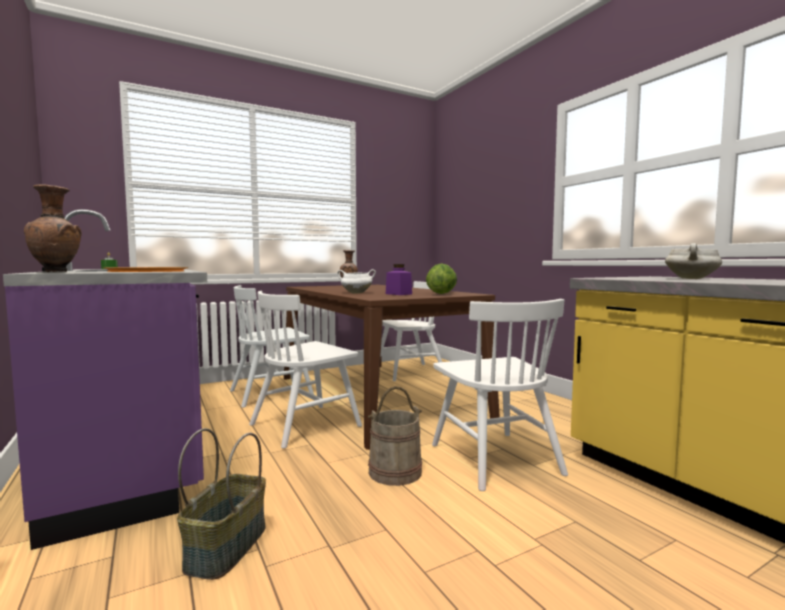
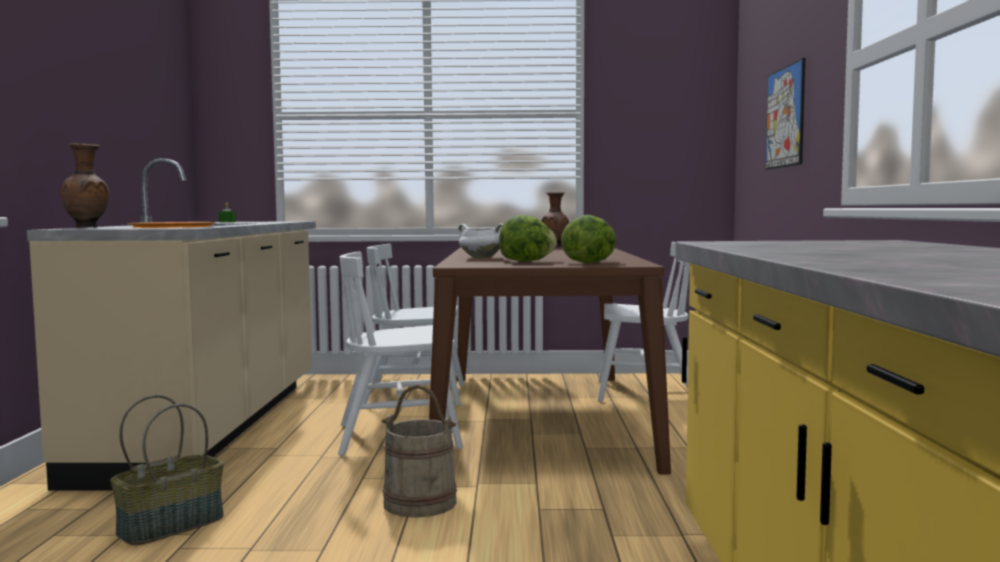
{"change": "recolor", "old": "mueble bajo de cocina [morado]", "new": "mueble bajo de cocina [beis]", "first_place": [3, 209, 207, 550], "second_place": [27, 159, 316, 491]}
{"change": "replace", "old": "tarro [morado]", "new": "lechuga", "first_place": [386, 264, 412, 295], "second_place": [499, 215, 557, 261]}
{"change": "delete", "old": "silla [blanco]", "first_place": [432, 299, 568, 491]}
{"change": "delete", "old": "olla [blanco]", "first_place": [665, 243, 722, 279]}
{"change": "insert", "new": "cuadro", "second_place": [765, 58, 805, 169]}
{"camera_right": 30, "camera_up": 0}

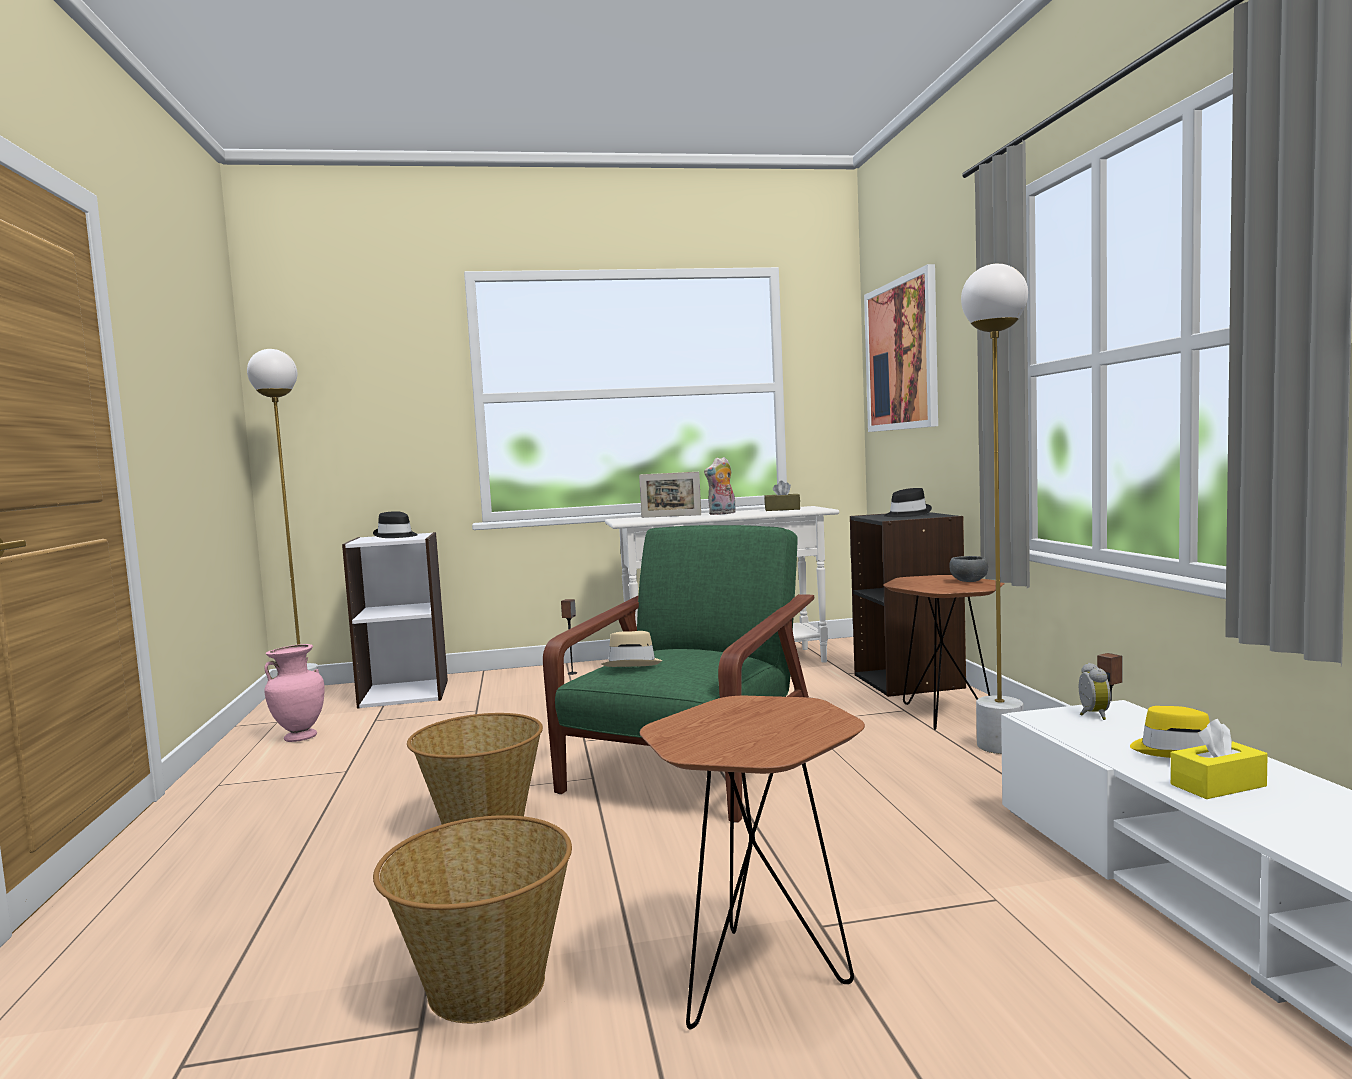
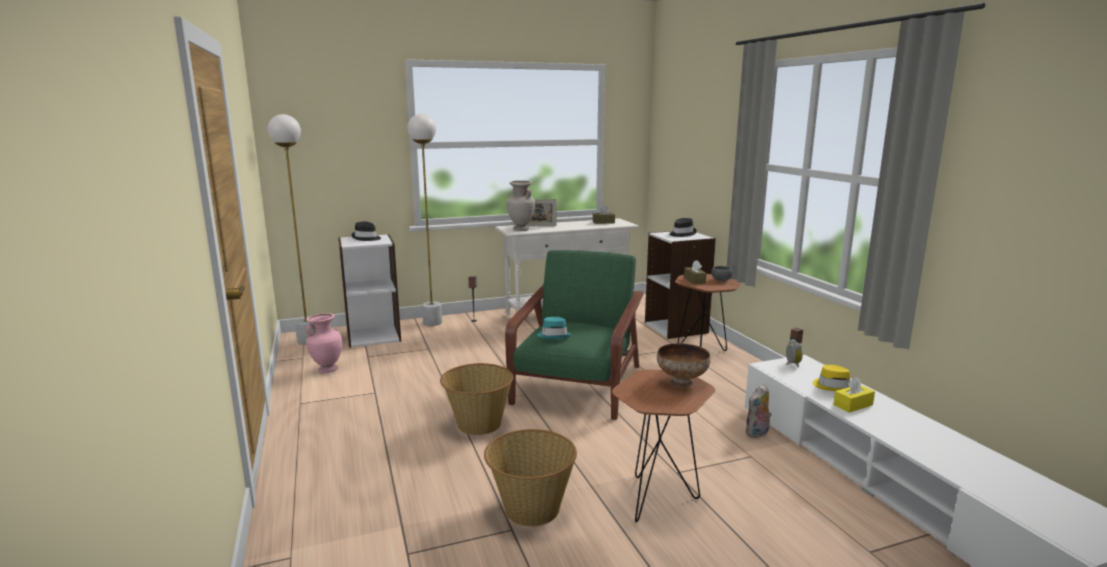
{"change": "recolor", "old": "sombrero [beis]", "new": "sombrero [turquesa]", "first_place": [601, 631, 662, 667], "second_place": [537, 317, 571, 339]}
{"change": "move", "old": "peluche", "first_place": [704, 457, 736, 515], "second_place": [745, 384, 772, 438]}
{"change": "recolor", "old": "estantería [negro]", "new": "estantería [blanco]", "first_place": [850, 512, 966, 697], "second_place": [645, 231, 716, 339]}
{"change": "delete", "old": "cuadro", "first_place": [864, 264, 938, 432]}
{"change": "move", "old": "lámpara de pie [blanco]", "first_place": [961, 264, 1028, 754], "second_place": [408, 114, 442, 326]}
{"change": "insert", "new": "florero [beis]", "second_place": [506, 181, 535, 231]}
{"change": "insert", "new": "cuenco", "second_place": [657, 343, 710, 387]}
{"change": "insert", "new": "caja de pañuelos [marrón]", "second_place": [684, 260, 706, 284]}
{"camera_right": -10, "camera_up": 10}

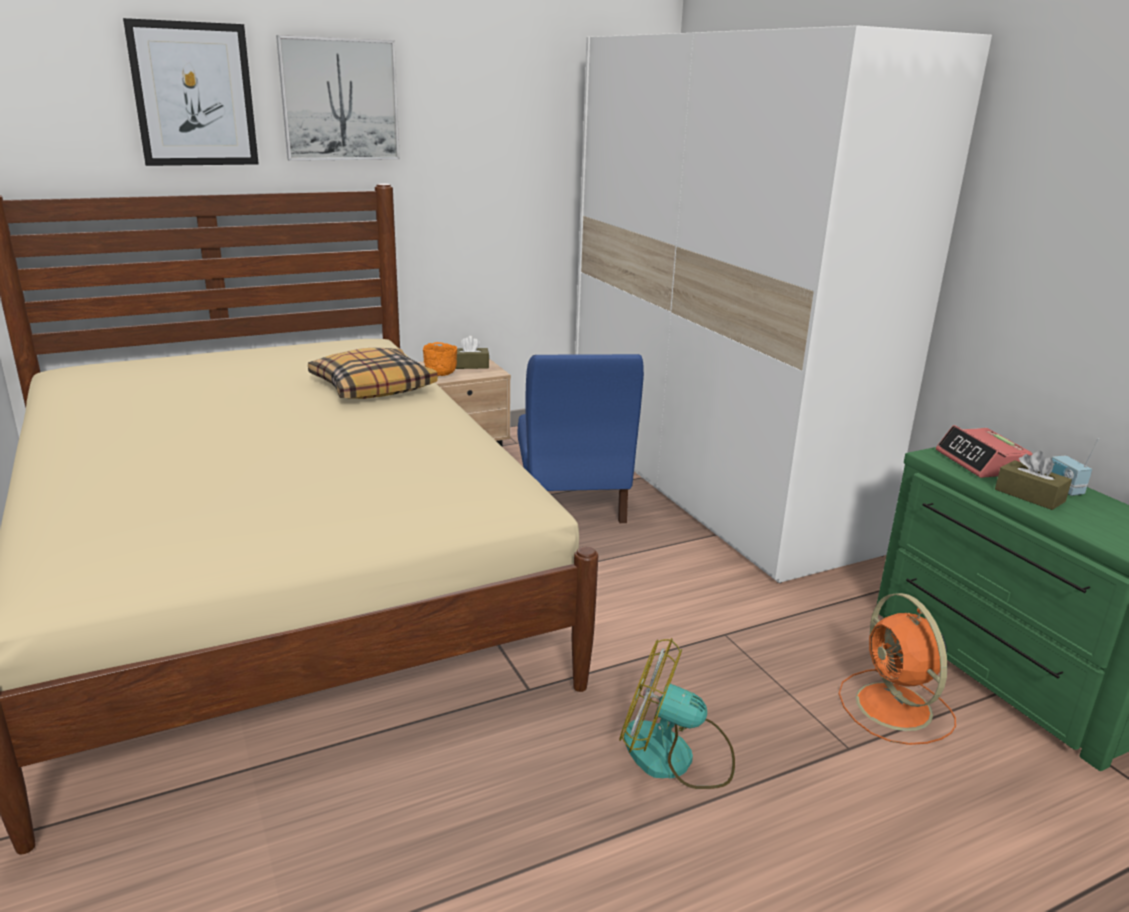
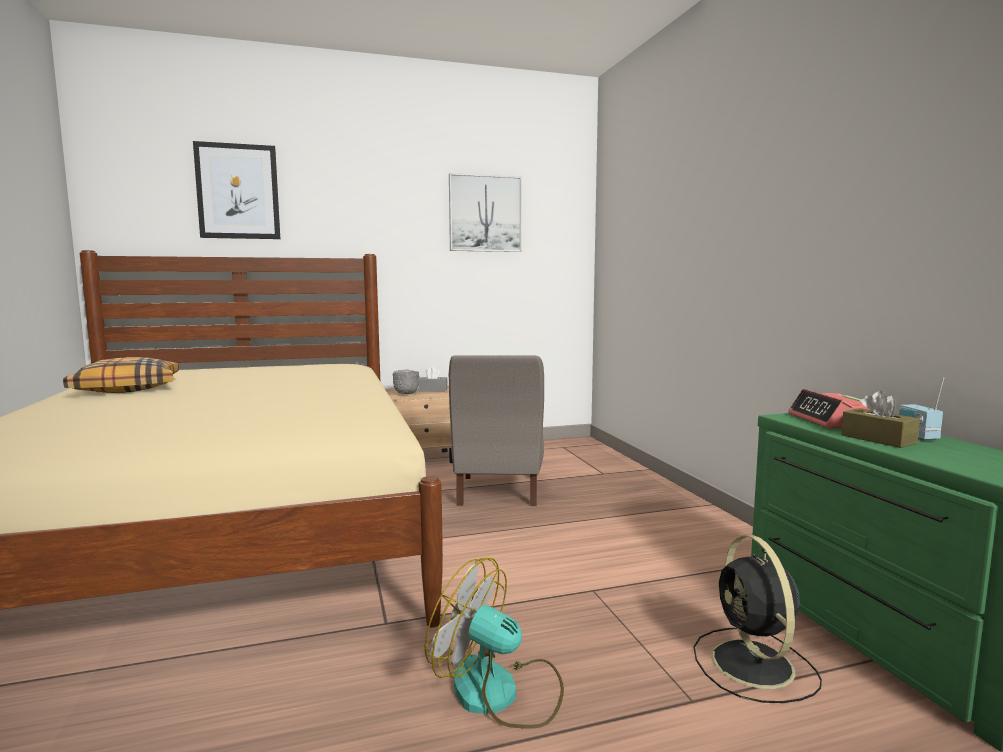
{"change": "move", "old": "cuadro", "first_place": [276, 35, 400, 161], "second_place": [449, 173, 522, 252]}
{"change": "move", "old": "cojín", "first_place": [308, 348, 438, 399], "second_place": [63, 357, 179, 393]}
{"change": "recolor", "old": "cuenco [naranja]", "new": "cuenco [gris]", "first_place": [423, 342, 457, 376], "second_place": [393, 369, 420, 394]}
{"change": "recolor", "old": "caja de pañuelos [marrón]", "new": "caja de pañuelos [gris]", "first_place": [456, 336, 489, 369], "second_place": [418, 367, 448, 391]}
{"change": "recolor", "old": "silla [azul]", "new": "silla [gris]", "first_place": [517, 354, 644, 523], "second_place": [449, 355, 544, 506]}
{"change": "delete", "old": "armario ropero [blanco]", "first_place": [575, 25, 992, 583]}
{"change": "recolor", "old": "ventilador [naranja]", "new": "ventilador [negro]", "first_place": [839, 593, 956, 745], "second_place": [694, 535, 822, 703]}
{"camera_right": 10, "camera_up": -15}

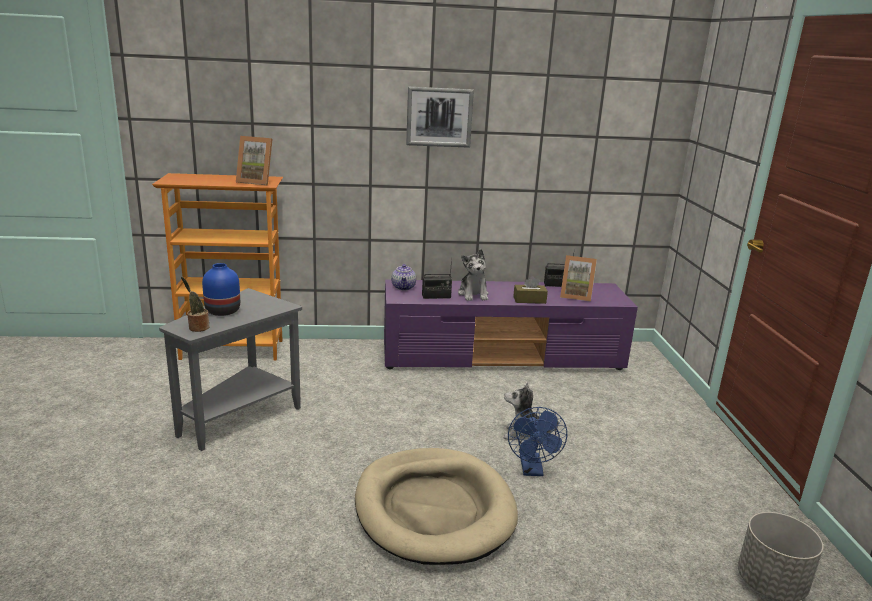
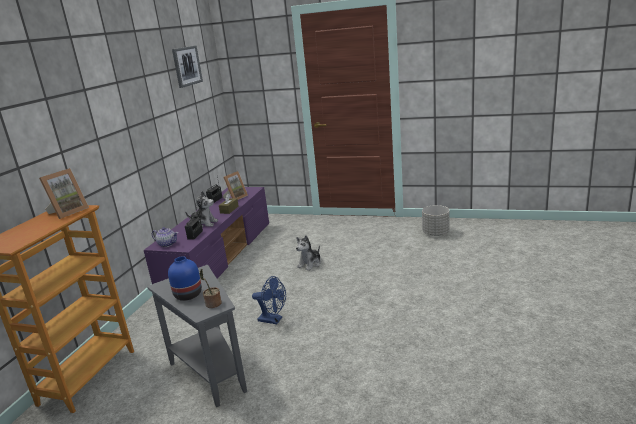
{"change": "delete", "old": "cama para perro [beis]", "first_place": [355, 448, 518, 565]}
{"change": "move", "old": "cuadro", "first_place": [406, 87, 474, 148], "second_place": [172, 45, 203, 88]}
{"change": "move", "old": "ventilador [azul]", "first_place": [508, 407, 567, 476], "second_place": [252, 276, 286, 324]}
{"camera_right": -65, "camera_up": 0}

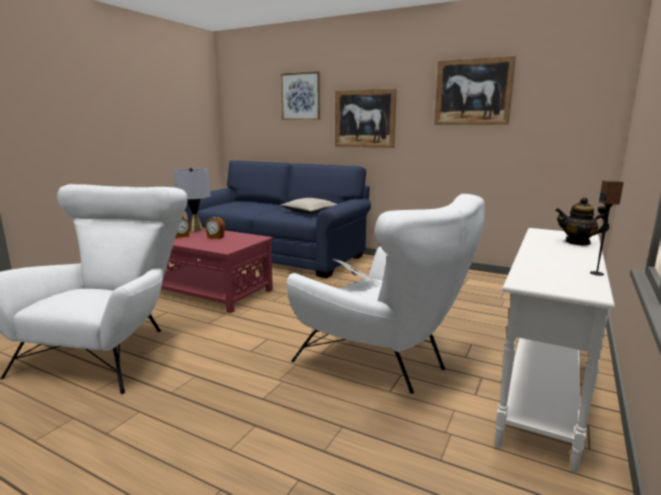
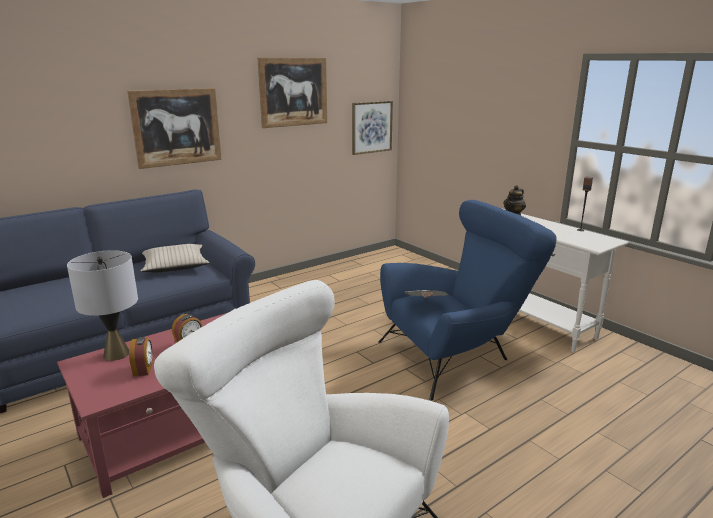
{"change": "move", "old": "cuadro", "first_place": [280, 71, 320, 120], "second_place": [352, 101, 393, 155]}
{"change": "recolor", "old": "sillón [blanco]", "new": "sillón [azul]", "first_place": [287, 194, 485, 394], "second_place": [378, 200, 557, 401]}
{"camera_right": -65, "camera_up": 5}

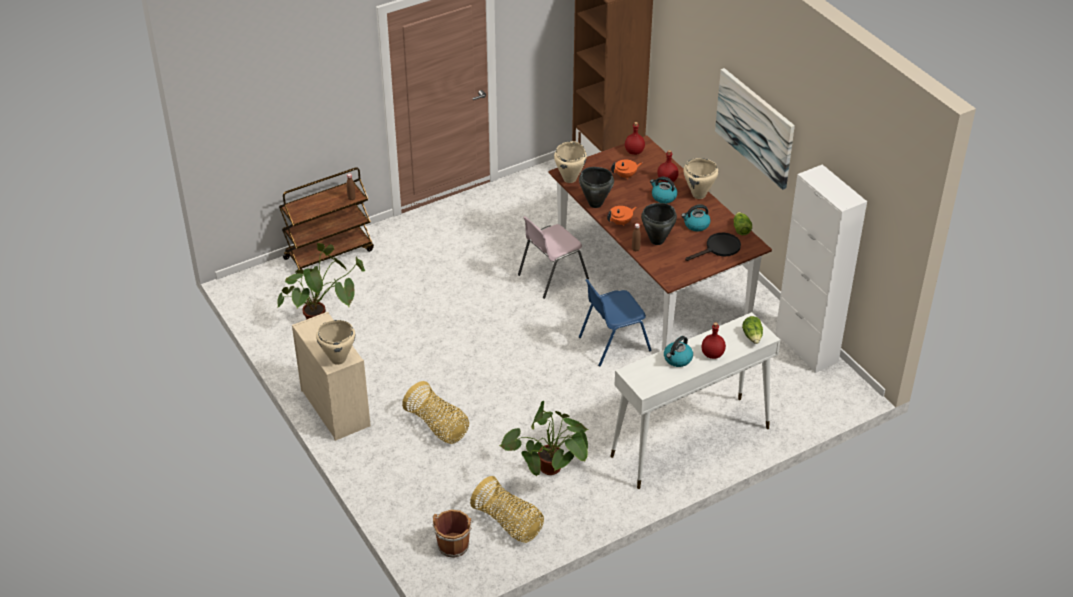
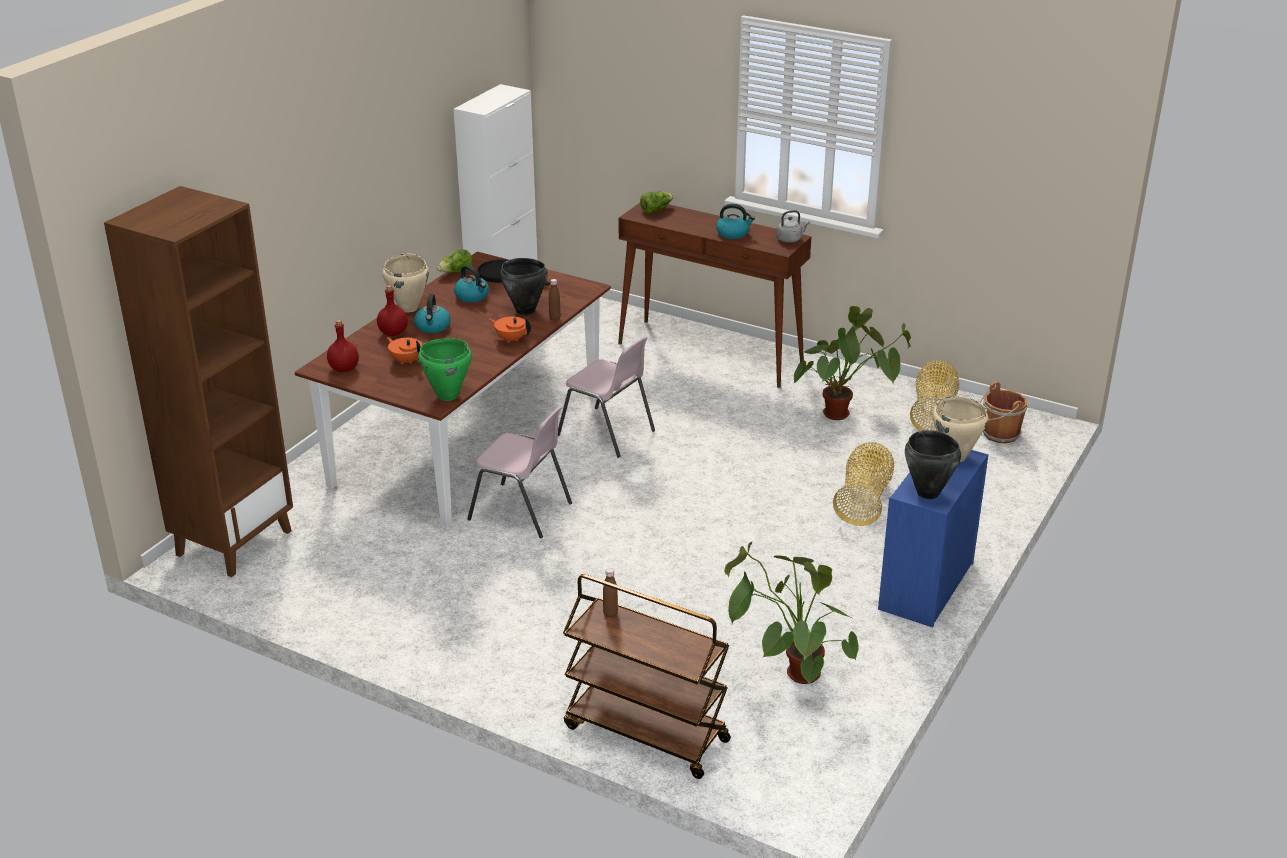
{"change": "recolor", "old": "cómoda [beis]", "new": "cómoda [azul]", "first_place": [292, 312, 371, 441], "second_place": [878, 450, 988, 628]}
{"change": "recolor", "old": "olla [beis]", "new": "olla [verde]", "first_place": [554, 141, 587, 183], "second_place": [418, 338, 472, 401]}
{"change": "move", "old": "olla [negro]", "first_place": [579, 167, 614, 208], "second_place": [905, 430, 961, 499]}
{"change": "recolor", "old": "silla [azul]", "new": "silla [rosa]", "first_place": [579, 279, 652, 367], "second_place": [558, 337, 655, 458]}
{"change": "recolor", "old": "mesa consola [blanco]", "new": "mesa consola [marrón]", "first_place": [610, 312, 780, 489], "second_place": [618, 203, 812, 388]}
{"change": "delete", "old": "botella [rojo]", "first_place": [702, 322, 726, 359]}
{"change": "delete", "old": "cuadro", "first_place": [715, 68, 795, 190]}
{"change": "insert", "new": "hervidor [gris]", "second_place": [776, 210, 810, 243]}
{"camera_right": -120, "camera_up": -10}

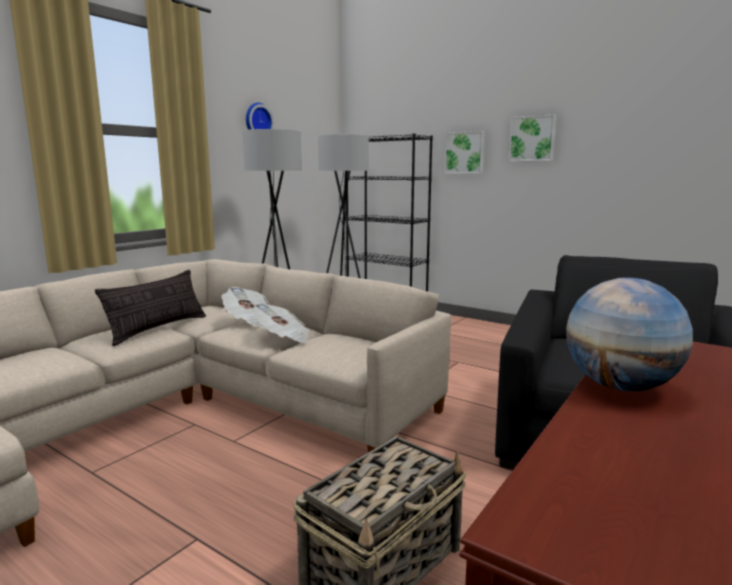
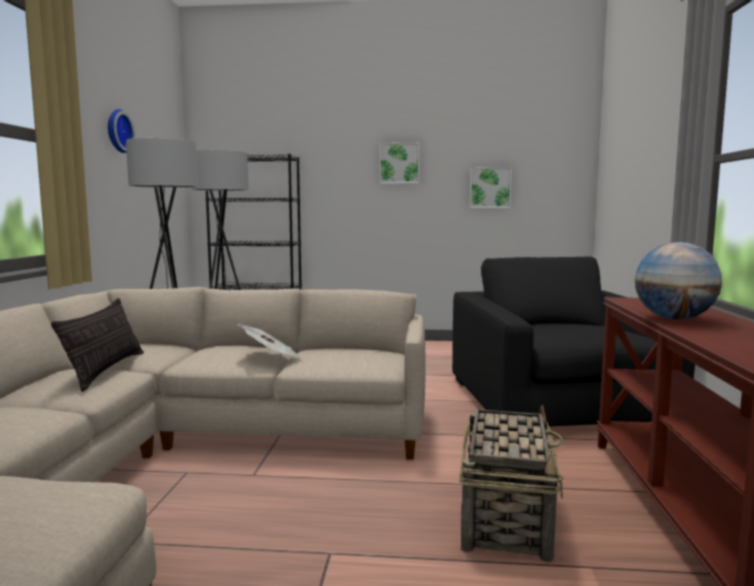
{"change": "delete", "old": "periódico", "first_place": [221, 287, 270, 327]}
{"change": "move", "old": "cuadro", "first_place": [444, 131, 485, 173], "second_place": [470, 167, 512, 208]}
{"camera_right": -30, "camera_up": -5}

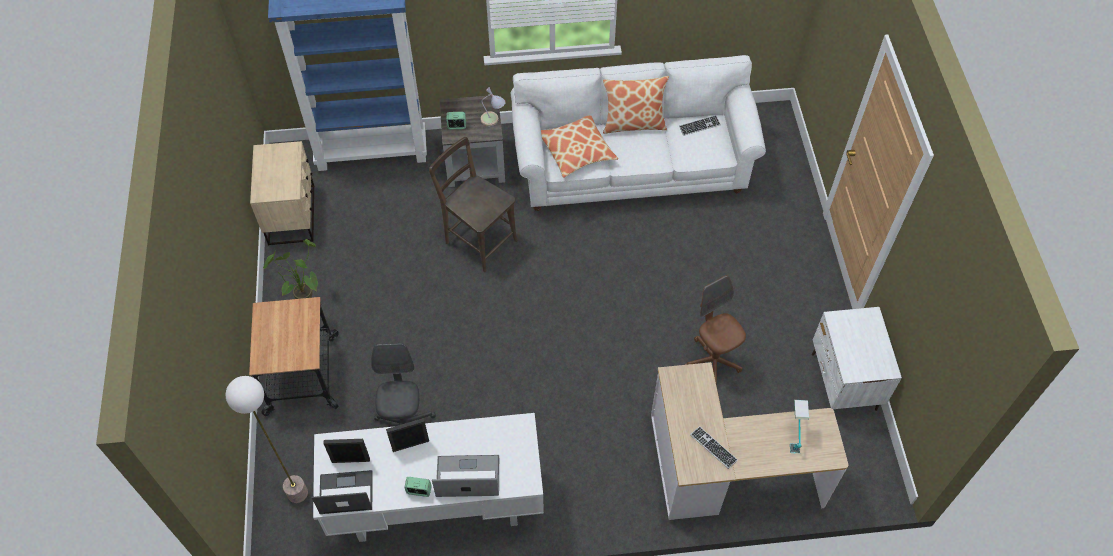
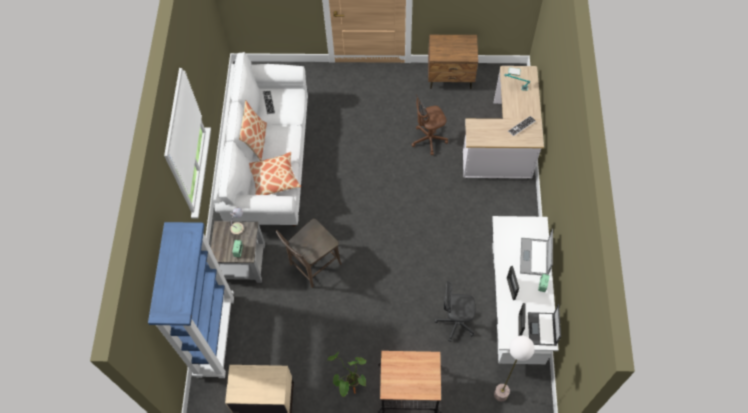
{"change": "recolor", "old": "mesita de noche [blanco]", "new": "mesita de noche [marrón]", "first_place": [812, 307, 902, 411], "second_place": [428, 35, 478, 89]}
{"camera_right": -80, "camera_up": 5}

